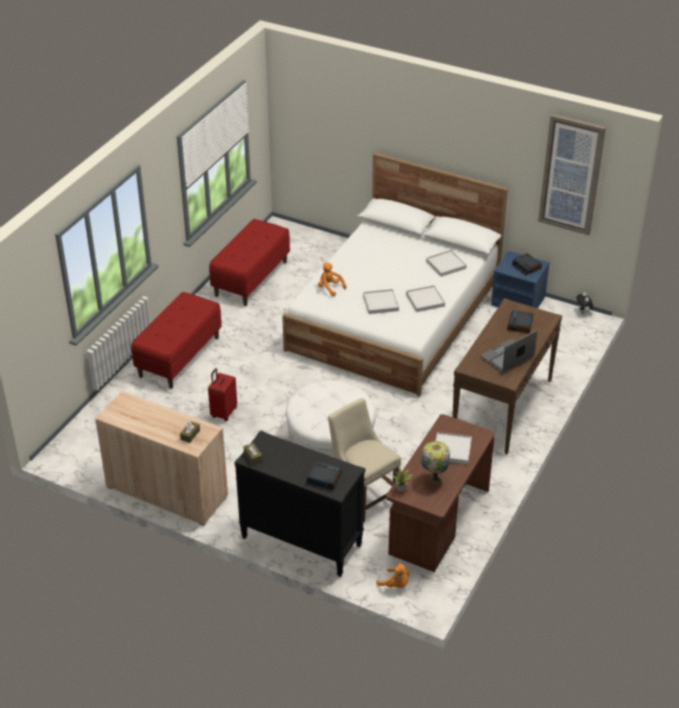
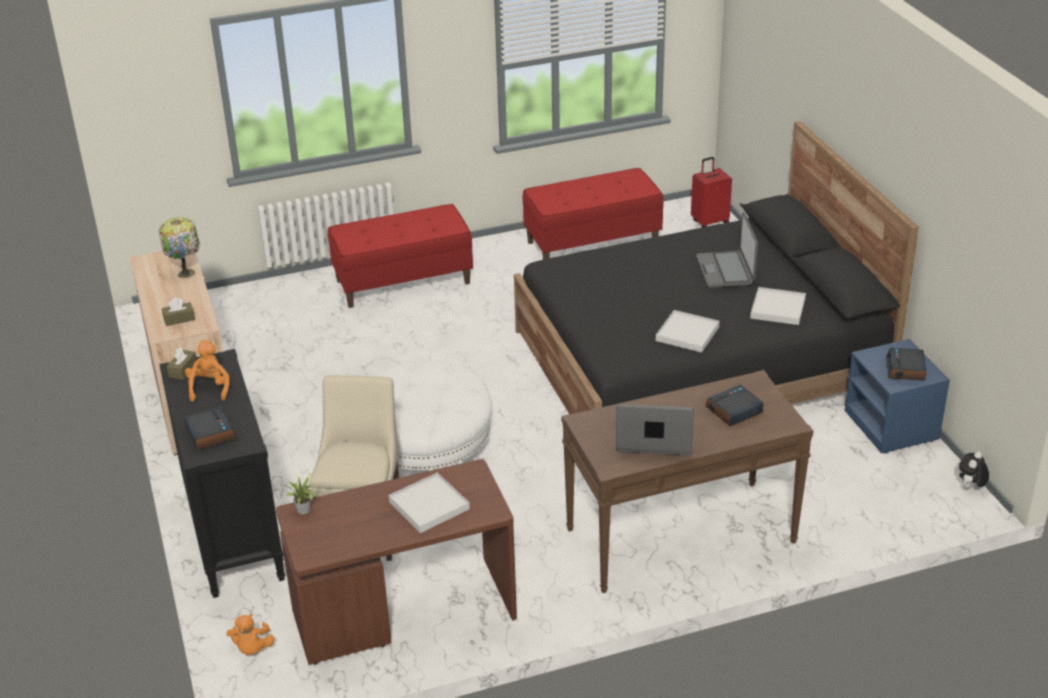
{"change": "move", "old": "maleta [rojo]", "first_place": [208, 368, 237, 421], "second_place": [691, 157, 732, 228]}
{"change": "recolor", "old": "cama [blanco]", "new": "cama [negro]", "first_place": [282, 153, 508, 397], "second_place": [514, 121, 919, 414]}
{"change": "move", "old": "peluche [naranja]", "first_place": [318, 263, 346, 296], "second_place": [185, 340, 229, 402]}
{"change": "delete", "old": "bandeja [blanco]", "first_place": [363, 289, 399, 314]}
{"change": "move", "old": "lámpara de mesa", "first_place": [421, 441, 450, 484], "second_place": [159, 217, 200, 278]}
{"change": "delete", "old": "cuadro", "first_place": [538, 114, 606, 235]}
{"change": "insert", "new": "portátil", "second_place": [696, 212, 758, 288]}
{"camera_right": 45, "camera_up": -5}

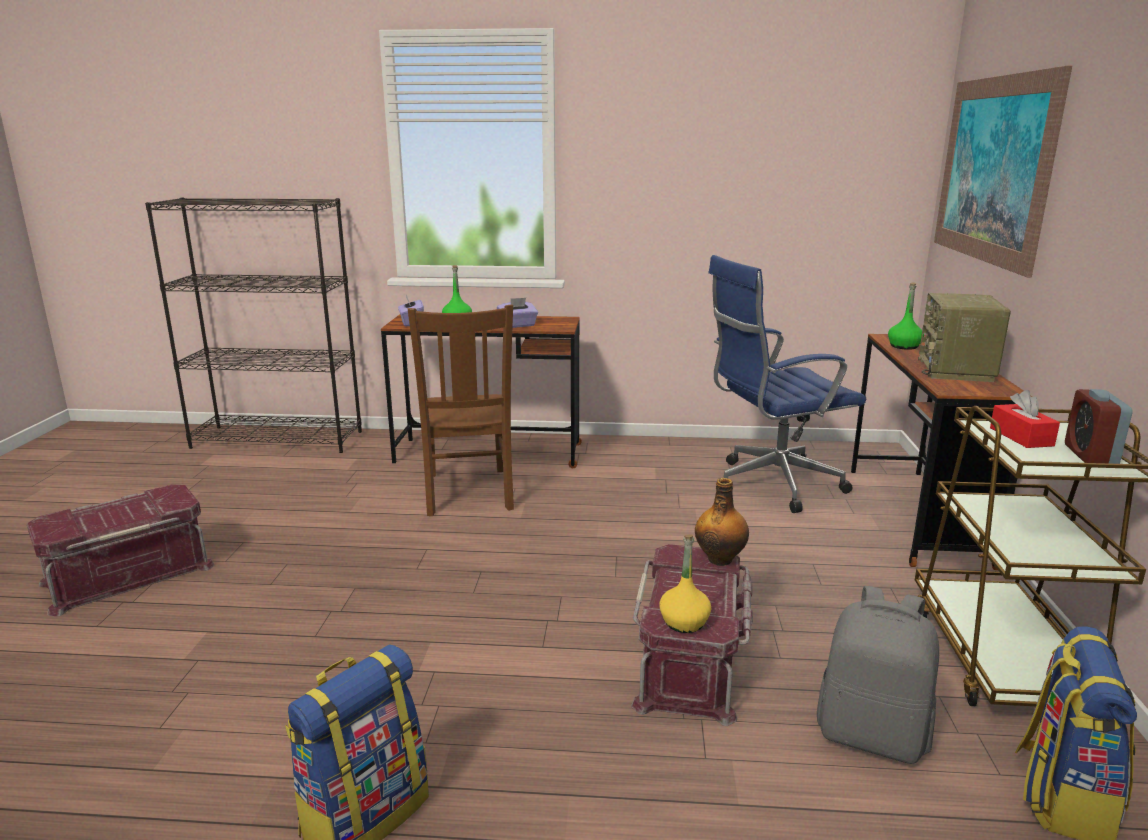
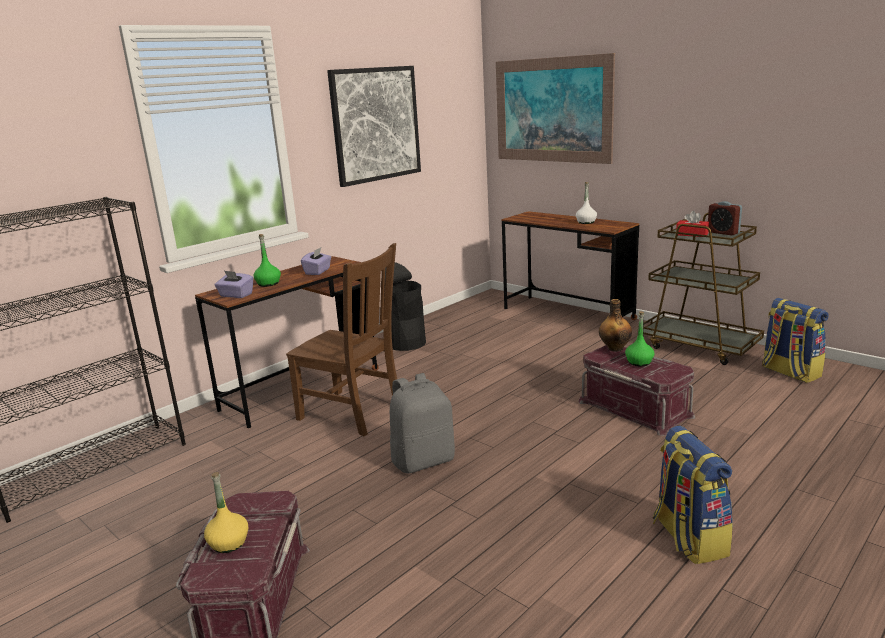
{"change": "move", "old": "botella [amarillo]", "first_place": [659, 534, 711, 633], "second_place": [204, 472, 248, 553]}
{"change": "delete", "old": "silla de oficina [azul]", "first_place": [708, 255, 866, 513]}
{"change": "move", "old": "mochila [gris]", "first_place": [817, 586, 939, 764], "second_place": [390, 373, 455, 473]}
{"change": "move", "old": "botella [verde]", "first_place": [888, 282, 924, 350], "second_place": [625, 311, 655, 366]}
{"change": "replace", "old": "radio", "new": "botella [blanco]", "first_place": [918, 293, 1011, 382], "second_place": [576, 182, 597, 224]}
{"change": "insert", "new": "cuadro", "second_place": [327, 66, 421, 187]}
{"change": "insert", "new": "papelera [negro]", "second_place": [384, 262, 426, 351]}
{"camera_right": -50, "camera_up": 0}

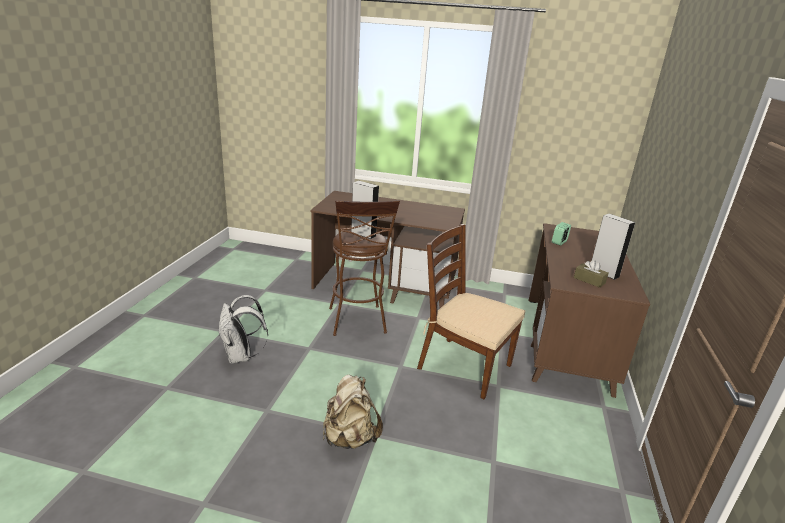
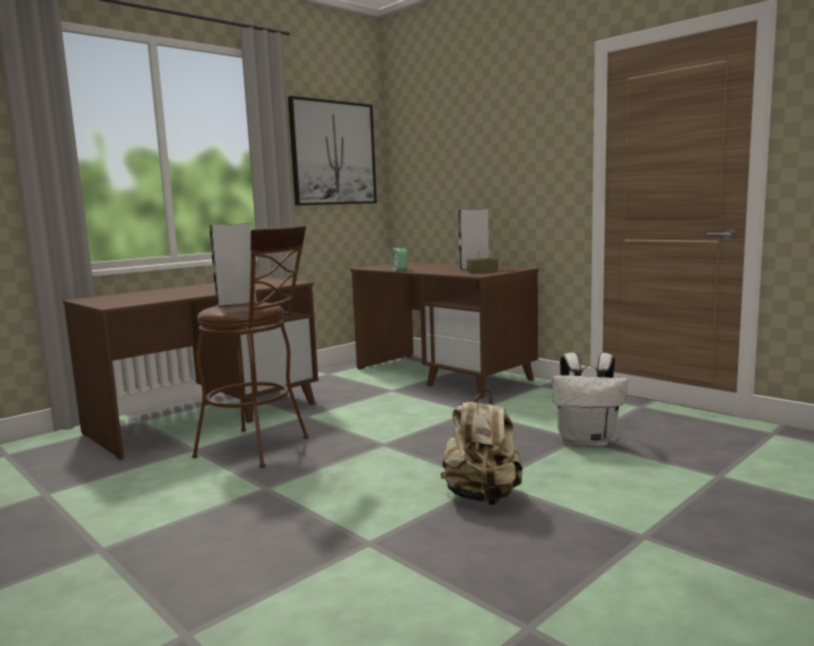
{"change": "move", "old": "mochila [blanco]", "first_place": [218, 295, 268, 364], "second_place": [553, 352, 628, 447]}
{"change": "delete", "old": "silla [marrón]", "first_place": [417, 224, 526, 399]}
{"change": "insert", "new": "cuadro", "second_place": [288, 96, 377, 206]}
{"camera_right": -55, "camera_up": -15}

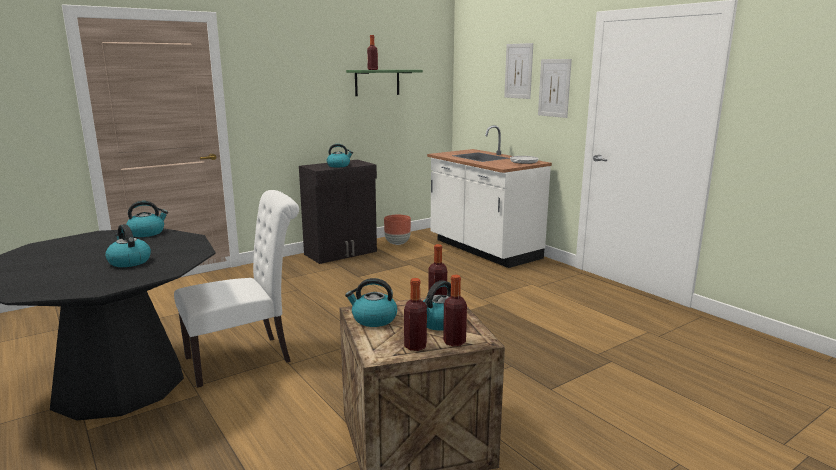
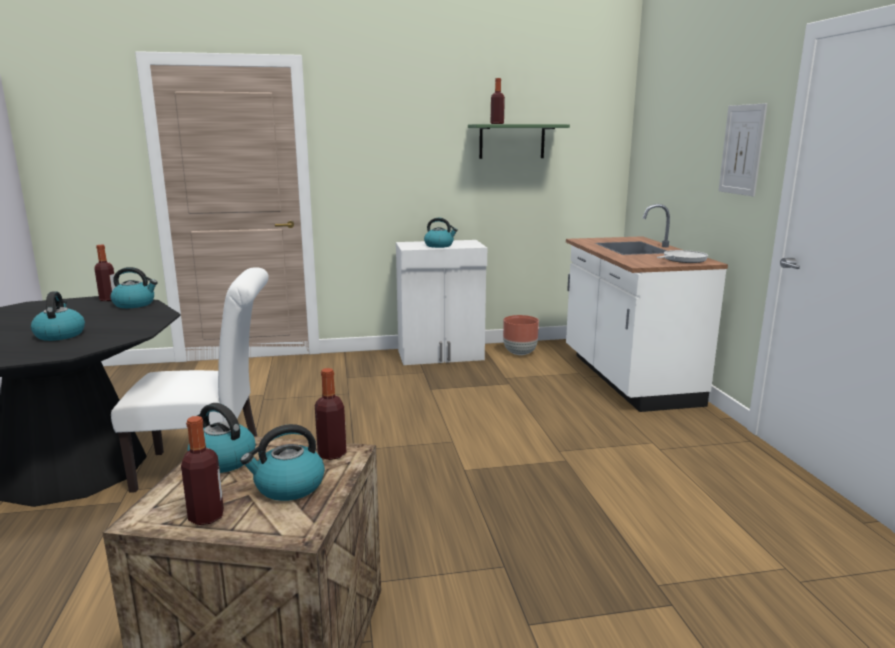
{"change": "recolor", "old": "armario [negro]", "new": "armario [blanco]", "first_place": [299, 160, 377, 264], "second_place": [396, 240, 487, 365]}
{"change": "move", "old": "botella", "first_place": [443, 275, 467, 347], "second_place": [94, 245, 115, 301]}
{"change": "delete", "old": "cuadro", "first_place": [504, 43, 533, 99]}
{"camera_right": 25, "camera_up": 0}

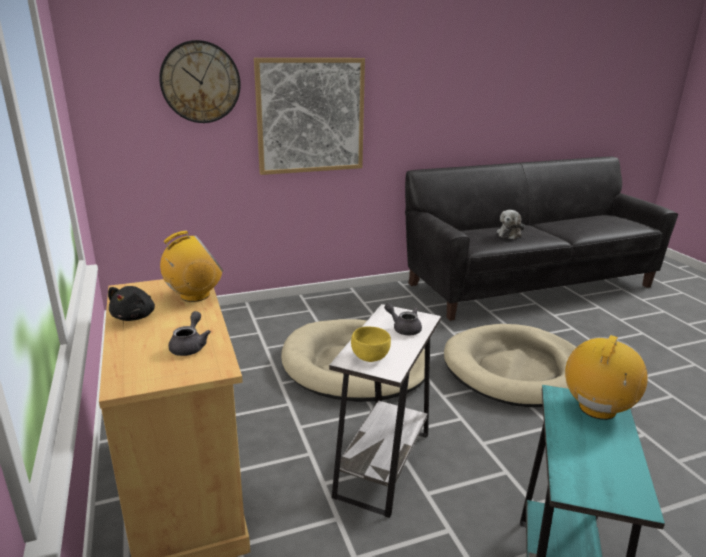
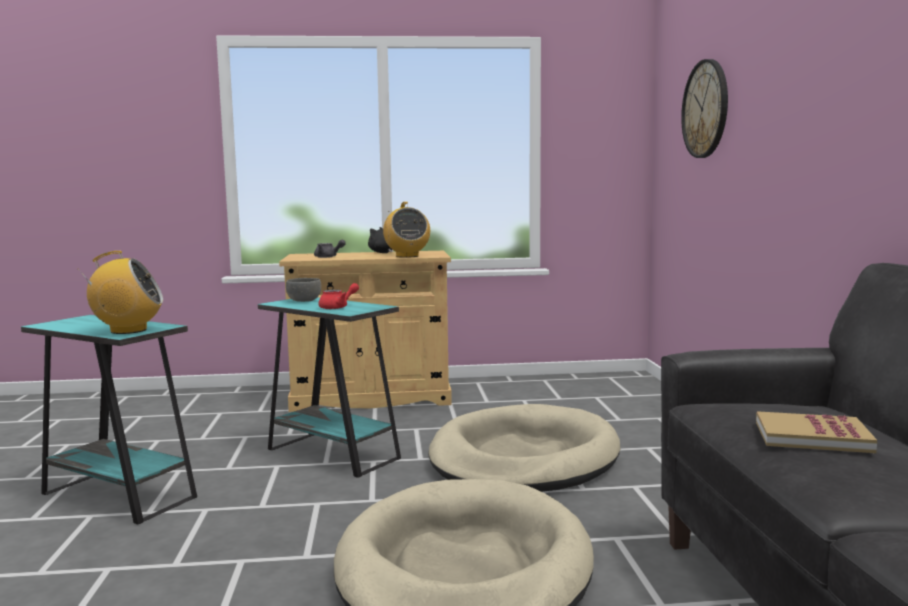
{"change": "delete", "old": "cuadro", "first_place": [254, 58, 365, 175]}
{"change": "recolor", "old": "mesa auxiliar [blanco]", "new": "mesa auxiliar [turquesa]", "first_place": [329, 304, 441, 518], "second_place": [258, 297, 401, 478]}
{"change": "recolor", "old": "cuenco [amarillo]", "new": "cuenco [gris]", "first_place": [351, 326, 391, 362], "second_place": [286, 278, 321, 302]}
{"change": "recolor", "old": "tetera [gris]", "new": "tetera [rojo]", "first_place": [384, 303, 422, 335], "second_place": [318, 283, 359, 309]}
{"change": "replace", "old": "peluche", "new": "libro", "first_place": [497, 210, 525, 239], "second_place": [756, 411, 877, 453]}
{"change": "rotate", "old": "radio", "first_place": [565, 335, 648, 420], "second_place": [78, 251, 163, 334], "degrees": -60}
{"camera_right": 105, "camera_up": -15}

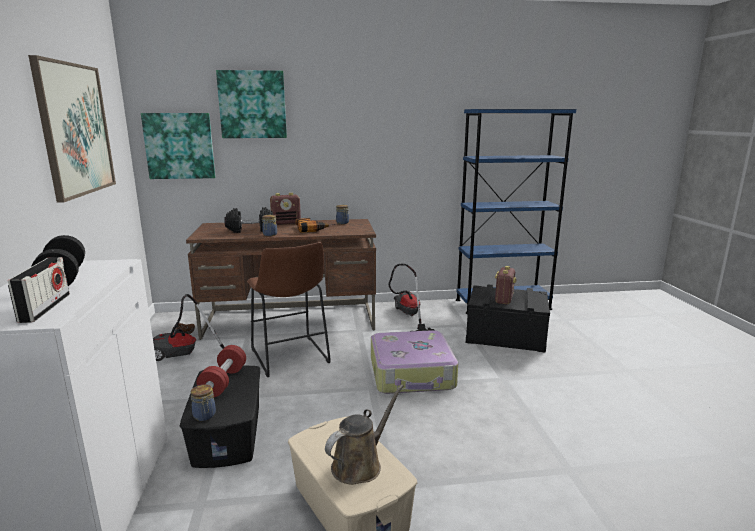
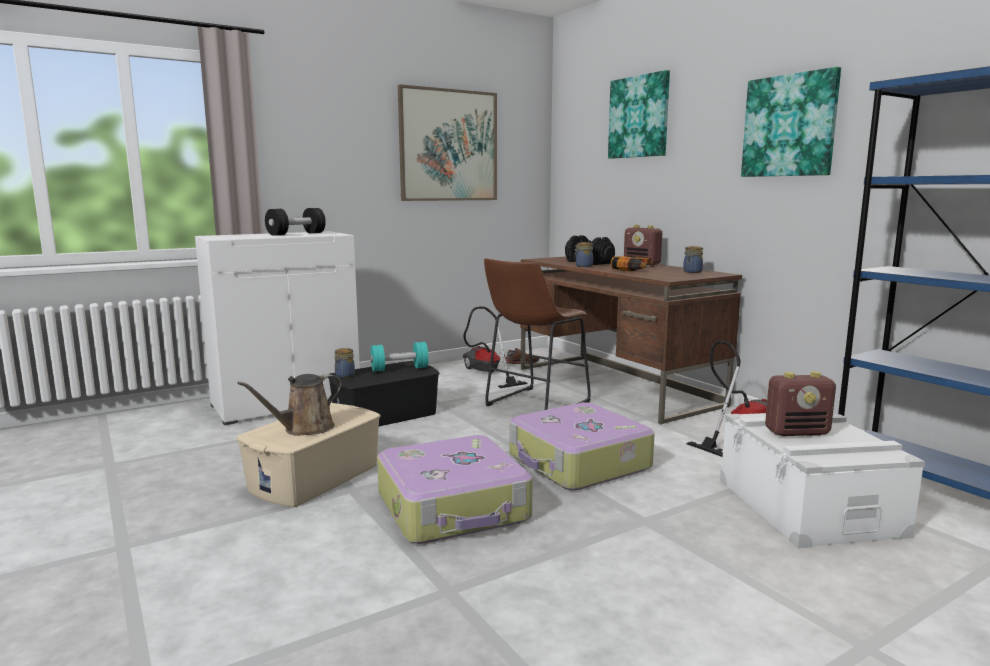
{"change": "delete", "old": "radio", "first_place": [8, 257, 70, 323]}
{"change": "move", "old": "cuadro", "first_place": [141, 113, 215, 179], "second_place": [741, 67, 841, 177]}
{"change": "recolor", "old": "mancuerna [rojo]", "new": "mancuerna [turquesa]", "first_place": [196, 345, 246, 397], "second_place": [370, 342, 429, 372]}
{"change": "rotate", "old": "regadera [marrón]", "first_place": [325, 385, 404, 485], "second_place": [237, 374, 341, 436], "degrees": 120}
{"change": "recolor", "old": "caja de almacenaje [negro]", "new": "caja de almacenaje [blanco]", "first_place": [466, 284, 550, 353], "second_place": [720, 413, 925, 548]}
{"change": "insert", "new": "maleta", "second_place": [377, 435, 533, 544]}
{"camera_right": 65, "camera_up": -5}

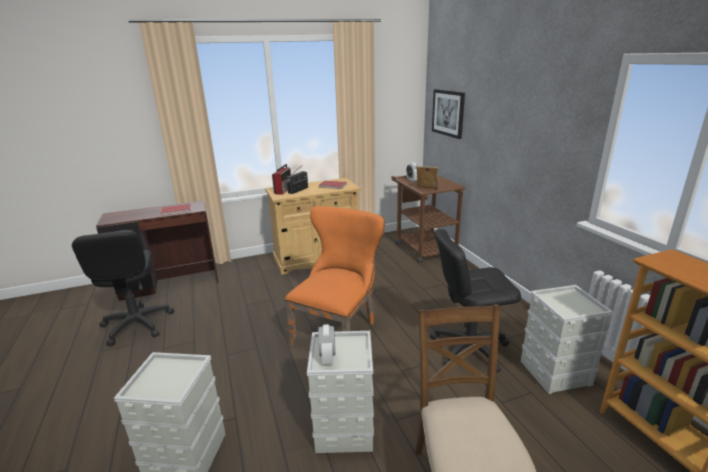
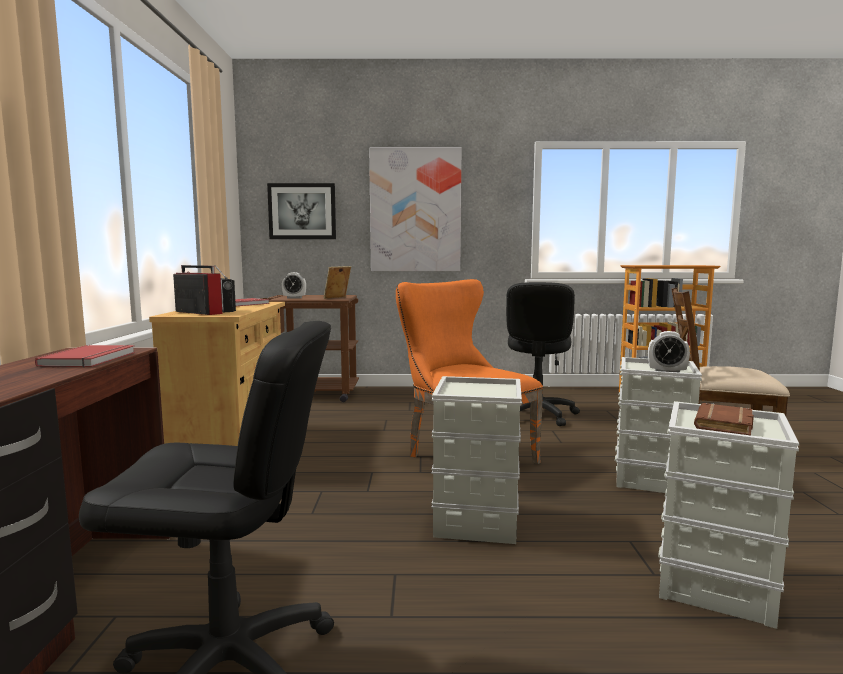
{"change": "move", "old": "caja de almacenaje [gris]", "first_place": [521, 285, 614, 394], "second_place": [431, 376, 522, 544]}
{"change": "insert", "new": "cuadro", "second_place": [369, 147, 462, 271]}
{"change": "insert", "new": "libro [marrón]", "second_place": [694, 403, 754, 435]}
{"camera_right": -70, "camera_up": -15}

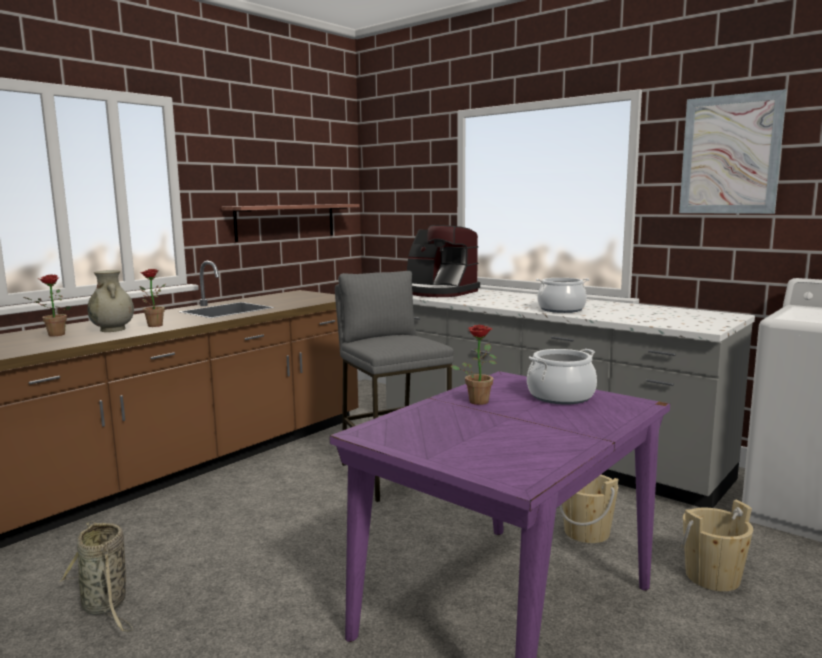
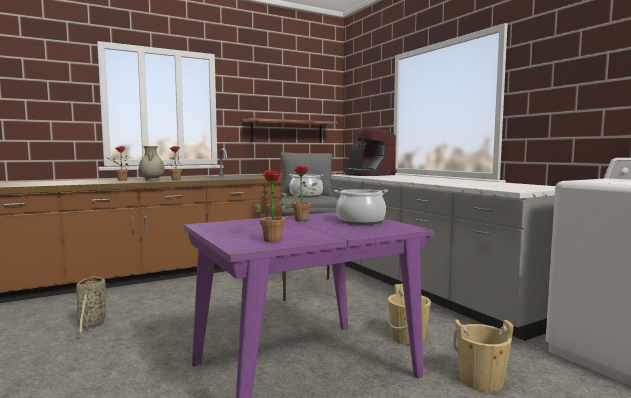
{"change": "move", "old": "olla", "first_place": [536, 278, 590, 313], "second_place": [289, 174, 324, 197]}
{"change": "delete", "old": "cuadro", "first_place": [679, 89, 787, 214]}
{"change": "insert", "new": "planta en maceta", "second_place": [255, 170, 301, 242]}
{"camera_right": 20, "camera_up": -5}

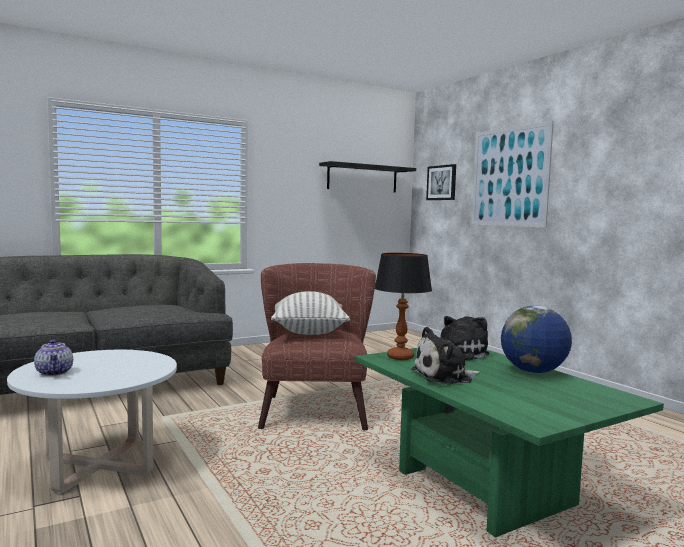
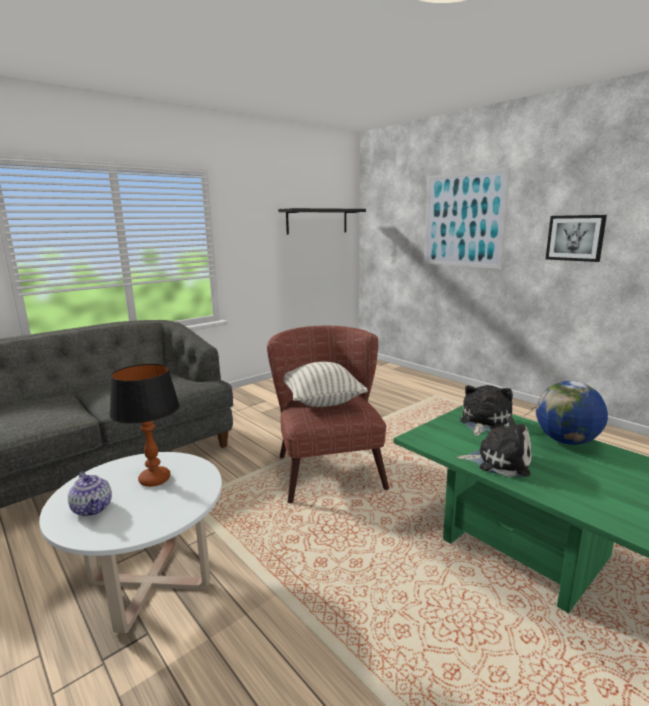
{"change": "move", "old": "lámpara de mesa", "first_place": [374, 253, 432, 360], "second_place": [110, 364, 180, 487]}
{"change": "rotate", "old": "peluche", "first_place": [411, 327, 480, 384], "second_place": [456, 416, 531, 477], "degrees": -135}
{"change": "move", "old": "cuadro", "first_place": [426, 164, 456, 200], "second_place": [546, 215, 607, 262]}
{"camera_right": -10, "camera_up": 10}

